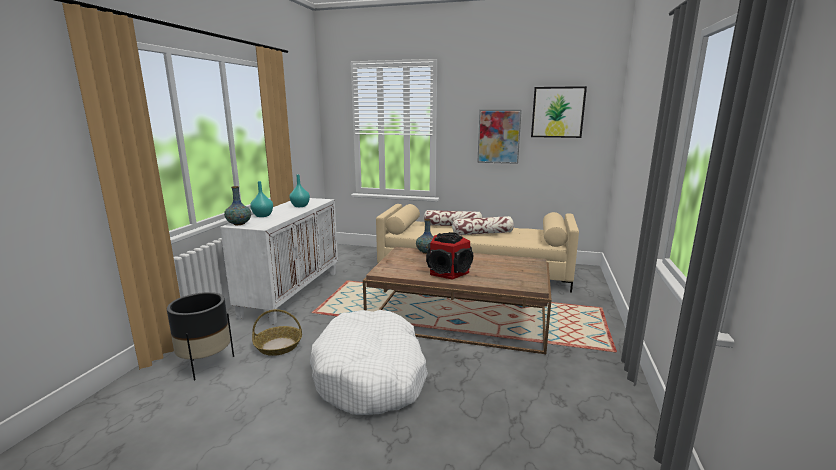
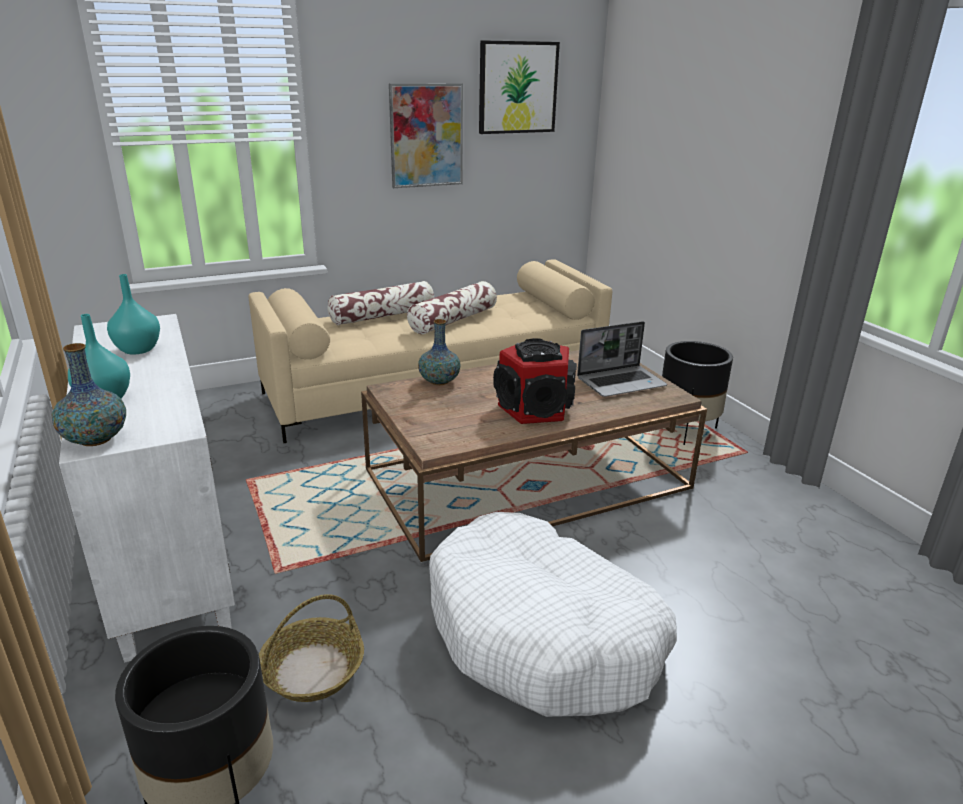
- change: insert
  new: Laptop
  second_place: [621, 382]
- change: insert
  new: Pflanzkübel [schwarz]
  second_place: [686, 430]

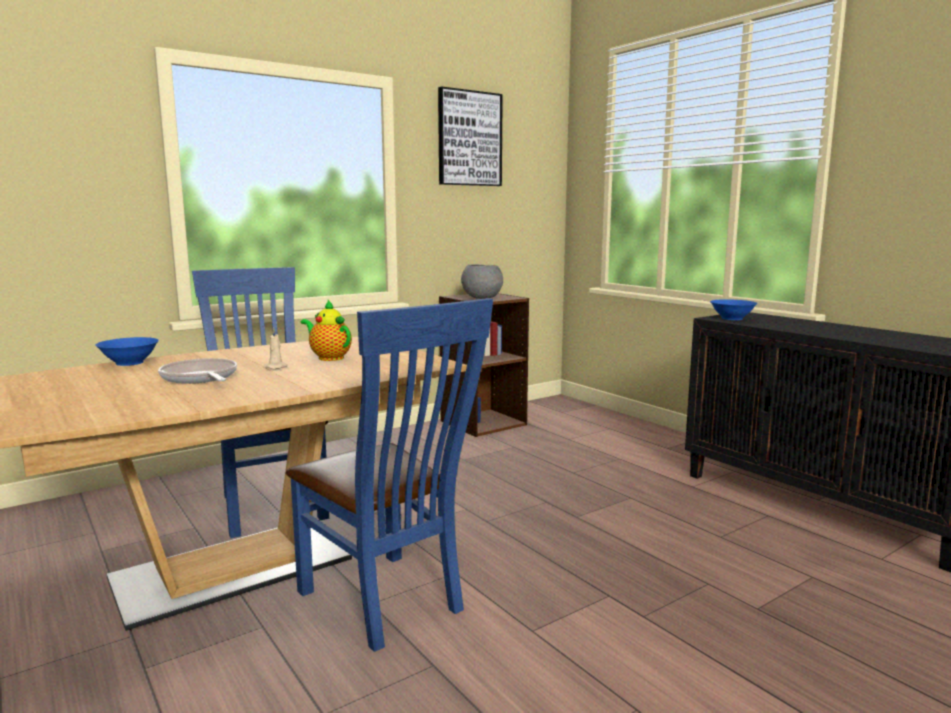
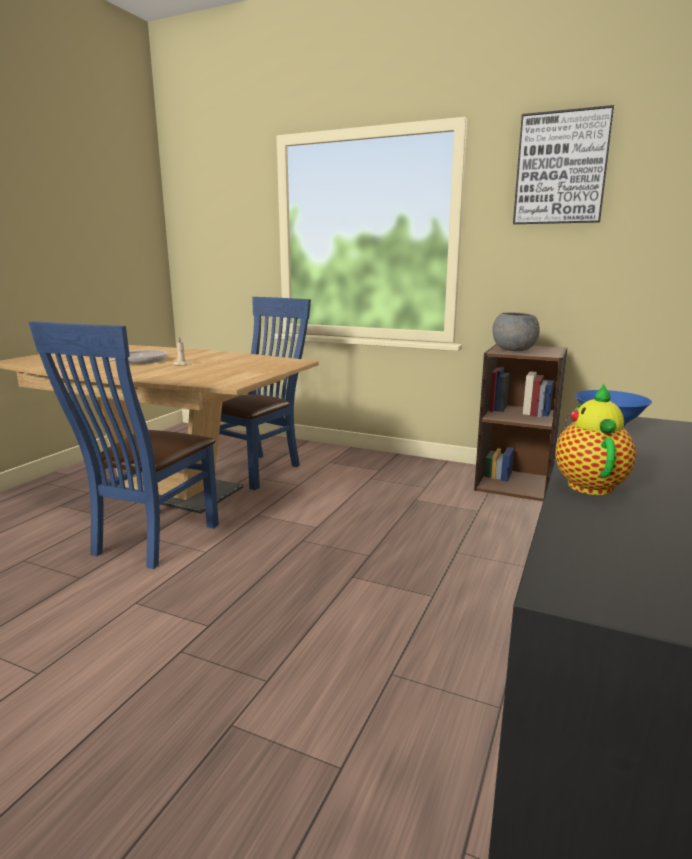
- change: delete
  old: Schüssel [blau]
  first_place: [130, 363]
- change: move
  old: Teekanne
  first_place: [329, 358]
  second_place: [588, 484]

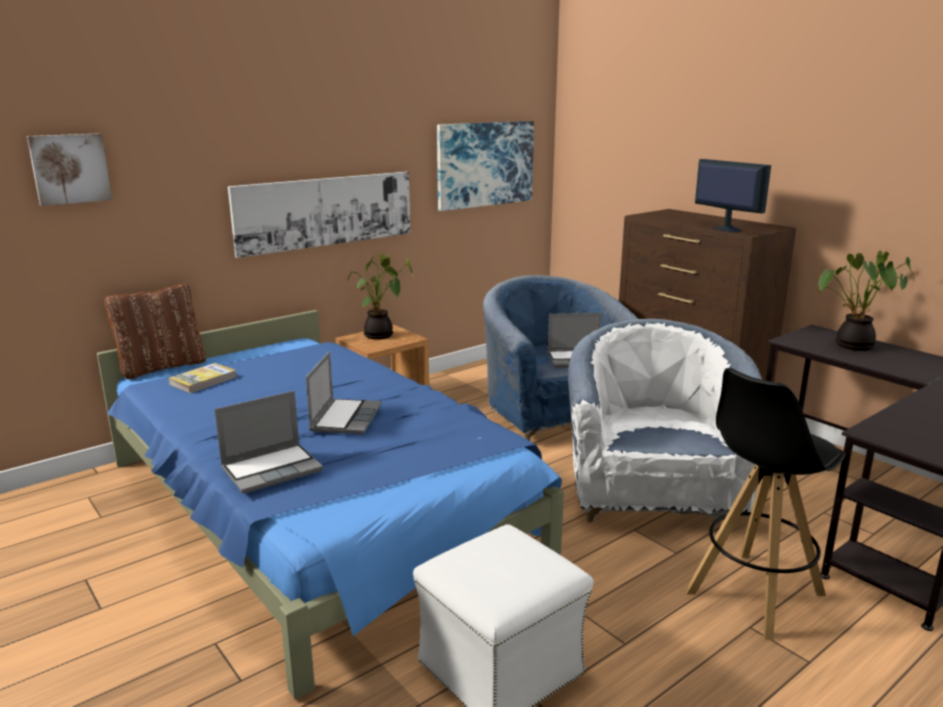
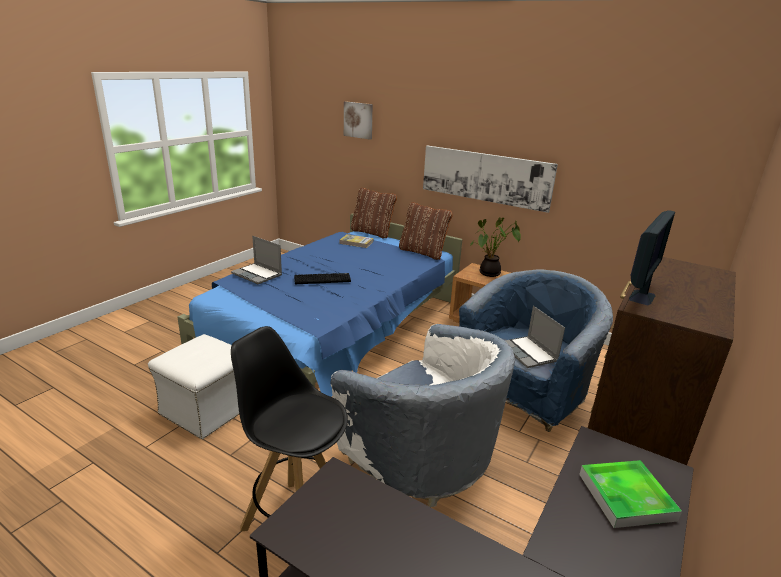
- change: replace
  old: Laptop
  new: Tastatur
  first_place: [345, 418]
  second_place: [323, 279]
- change: delete
  old: Bild
  first_place: [485, 164]
- change: rotate
  old: Sessel [weiß]
  first_place: [652, 495]
  second_place: [421, 458]
  degrees: 60
- change: replace
  old: Topfpflanze
  new: Tablett
  first_place: [852, 346]
  second_place: [626, 497]
- change: insert
  new: Kissen [braun]
  second_place: [423, 252]

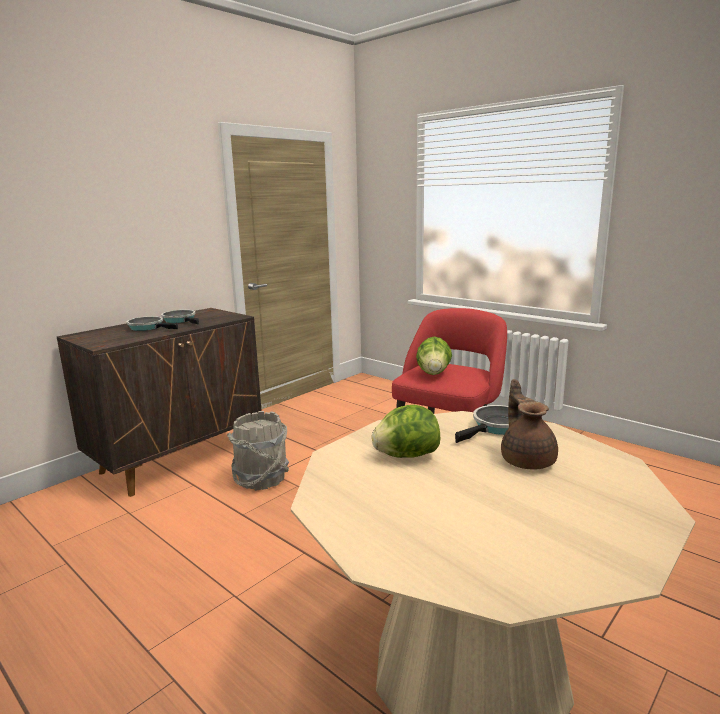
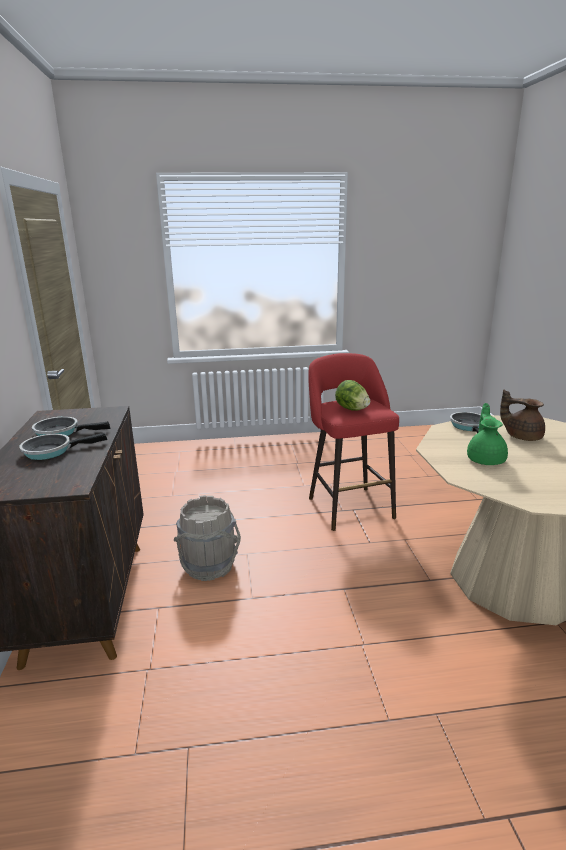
- change: replace
  old: Salatkopf
  new: Teekanne [grün]
  first_place: [406, 456]
  second_place: [485, 459]

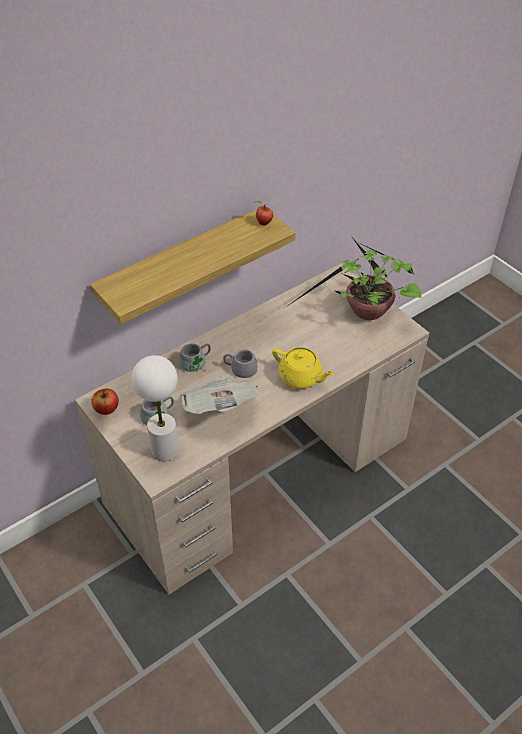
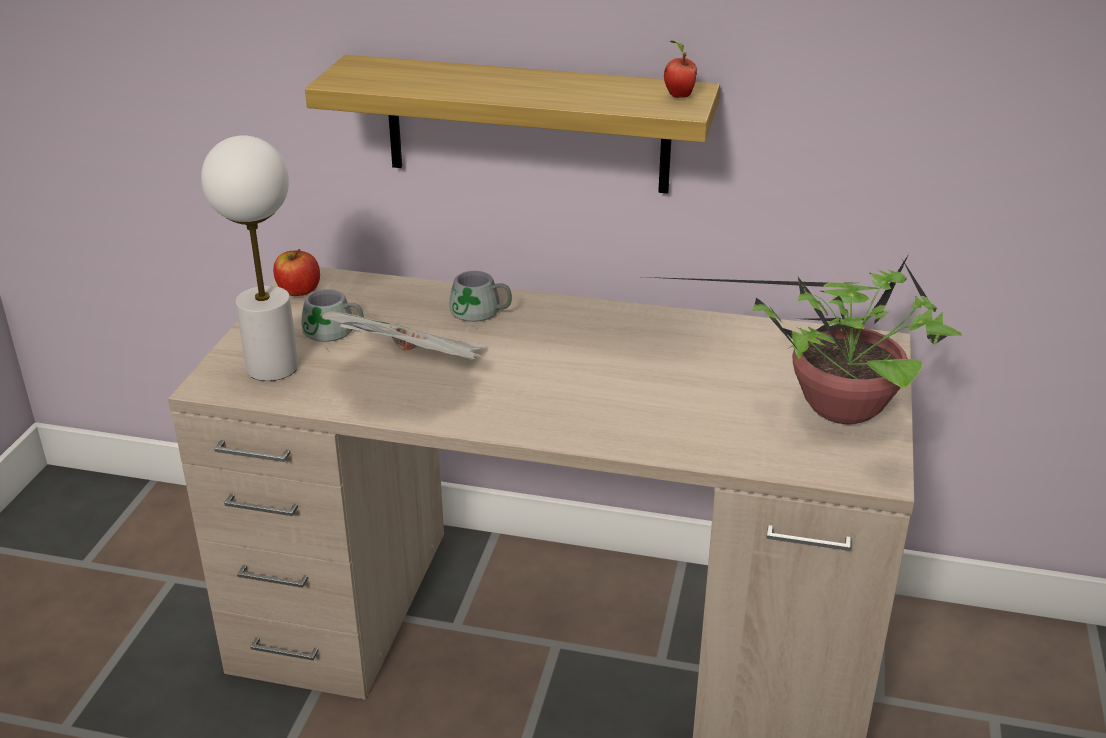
- change: delete
  old: Henkelbecher [grau]
  first_place: [241, 366]
- change: delete
  old: Teekanne [gelb]
  first_place: [301, 377]

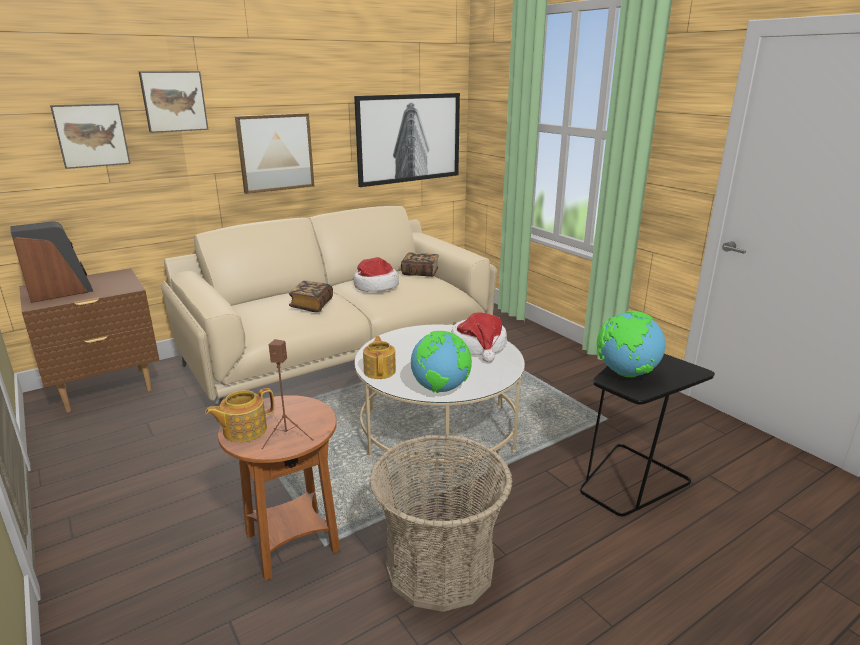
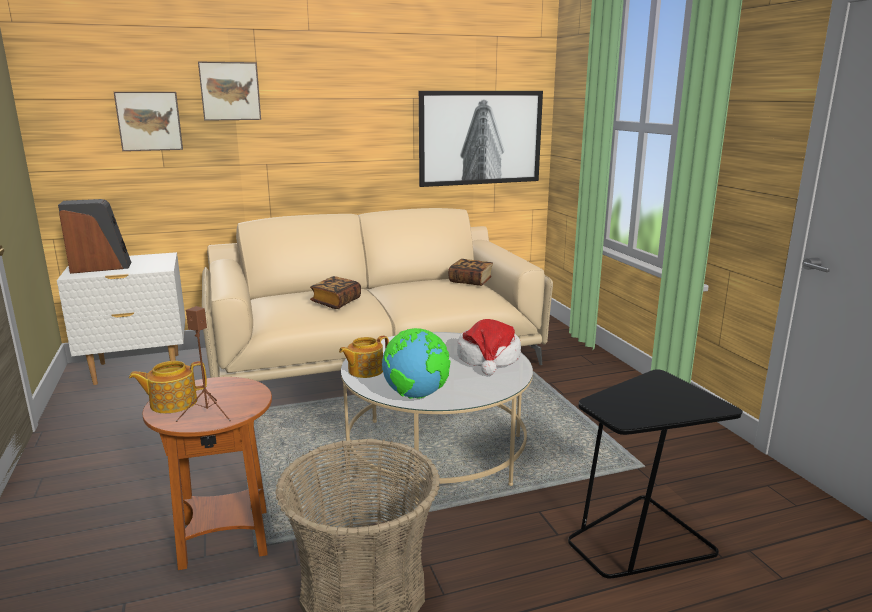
- change: recolor
  old: Nachttisch [braun]
  new: Nachttisch [weiß]
  first_place: [107, 390]
  second_place: [138, 369]
- change: delete
  old: Bild
  first_place: [275, 152]
- change: delete
  old: Hut
  first_place: [375, 286]
- change: rotate
  old: Teekanne
  first_place: [380, 371]
  second_place: [365, 370]
  degrees: -135
- change: delete
  old: Globus
  first_place: [626, 374]

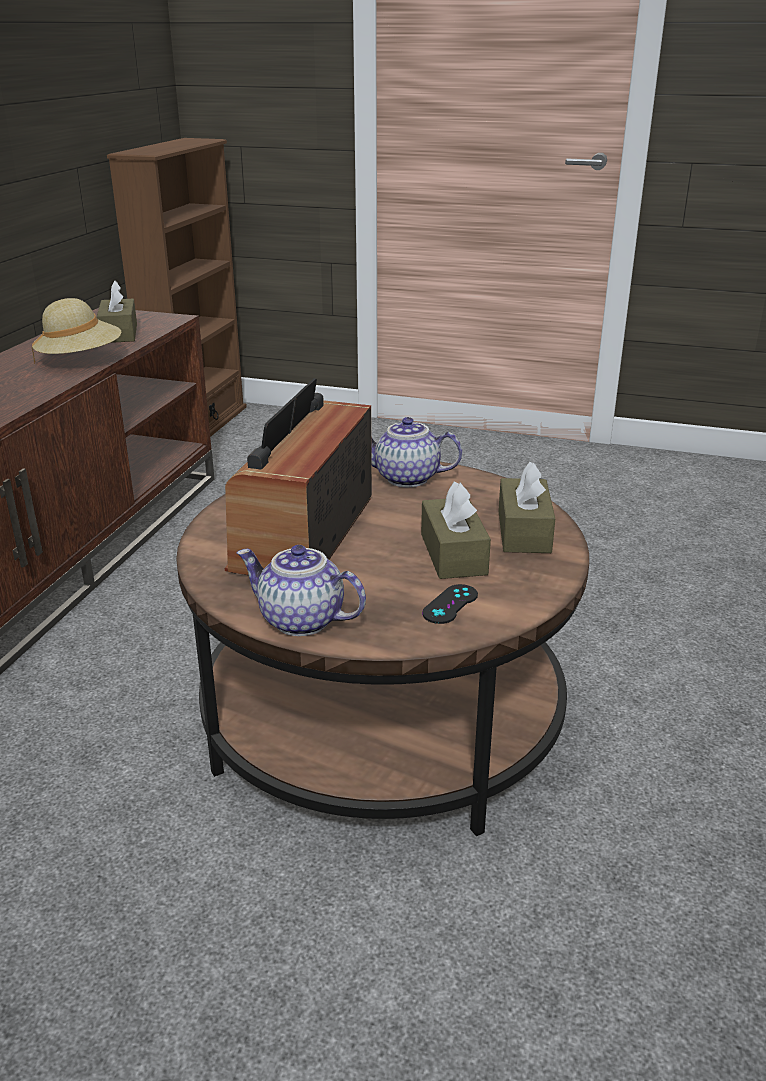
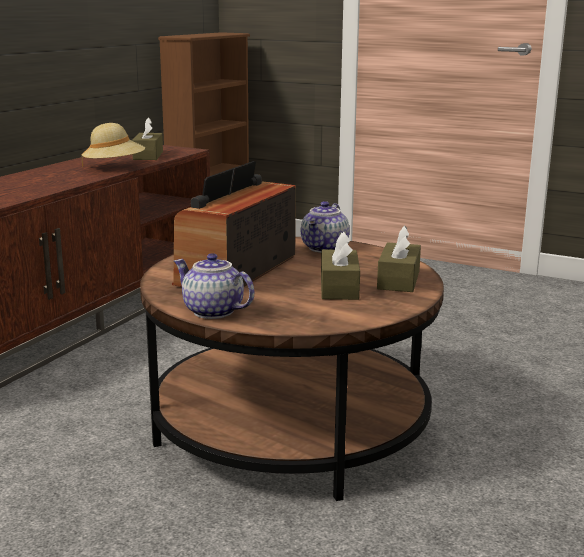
- change: rotate
  old: Teekanne
  first_place: [406, 479]
  second_place: [325, 248]
  degrees: -90
- change: delete
  old: Gamepad [schwarz]
  first_place: [450, 604]

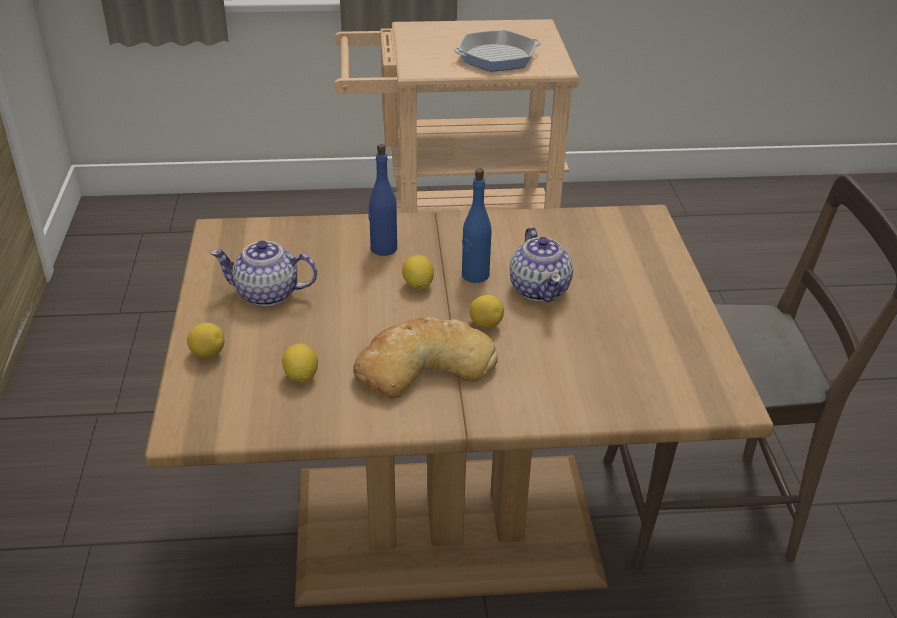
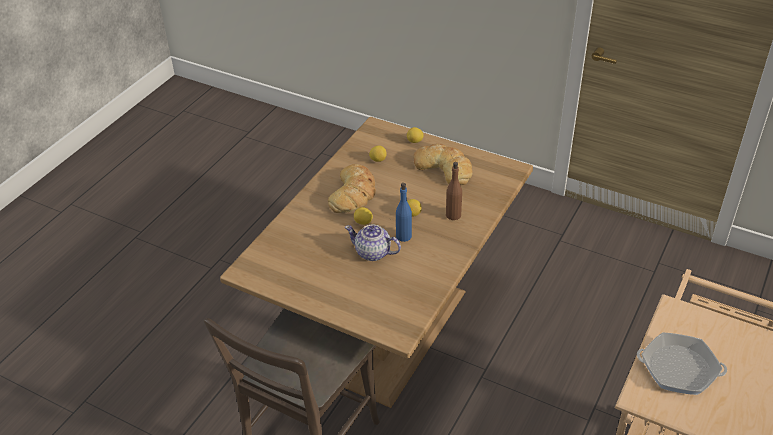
- change: replace
  old: Teekanne
  new: Brot
  first_place: [268, 294]
  second_place: [444, 168]
- change: recolor
  old: Flasche [blau]
  new: Flasche [braun]
  first_place: [383, 248]
  second_place: [453, 215]
- change: rotate
  old: Pfanne
  first_place: [497, 57]
  second_place: [679, 369]
  degrees: 90

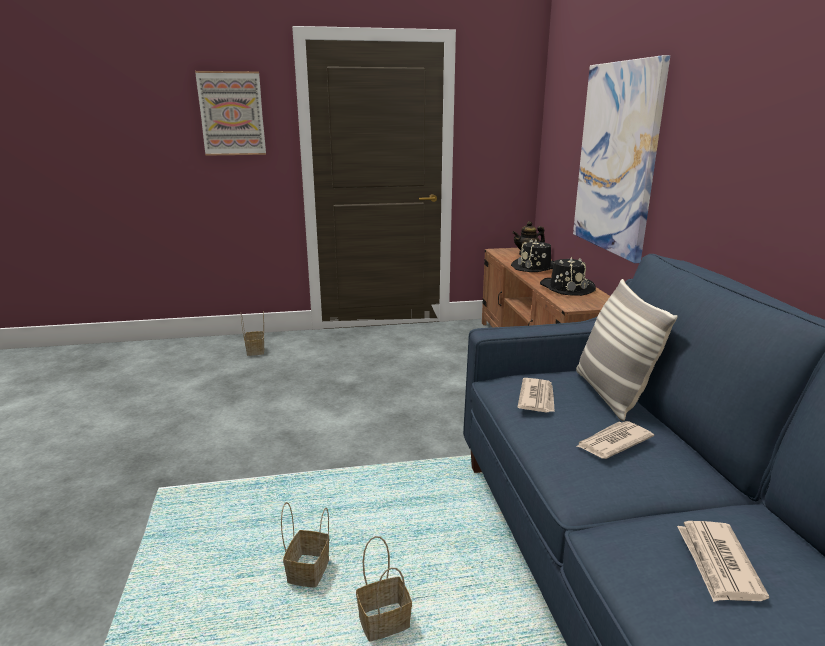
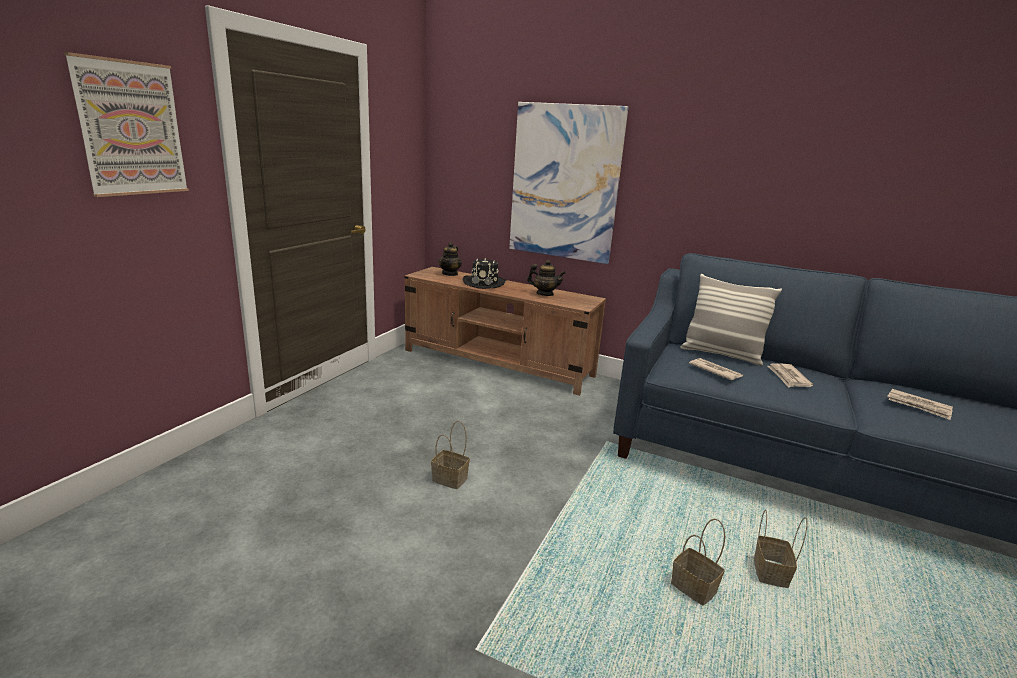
- change: move
  old: Korb
  first_place: [256, 351]
  second_place: [451, 479]
- change: replace
  old: Hut [schwarz]
  new: Teekanne
  first_place: [566, 288]
  second_place: [545, 294]

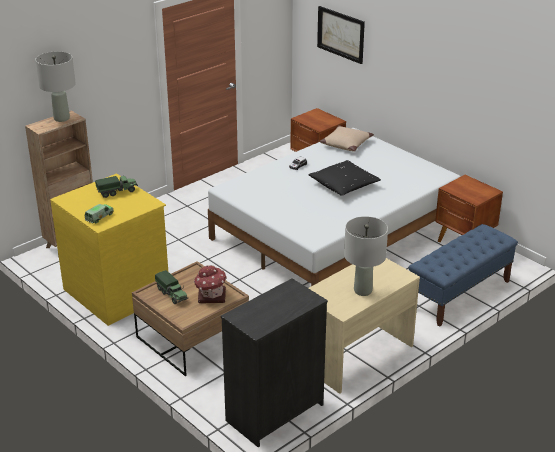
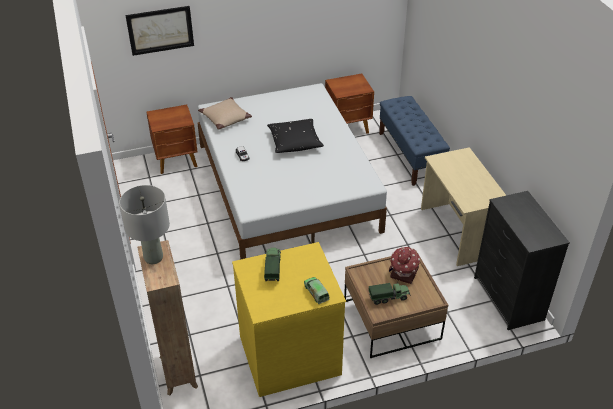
- change: delete
  old: Tischlampe [grau]
  first_place: [363, 290]

